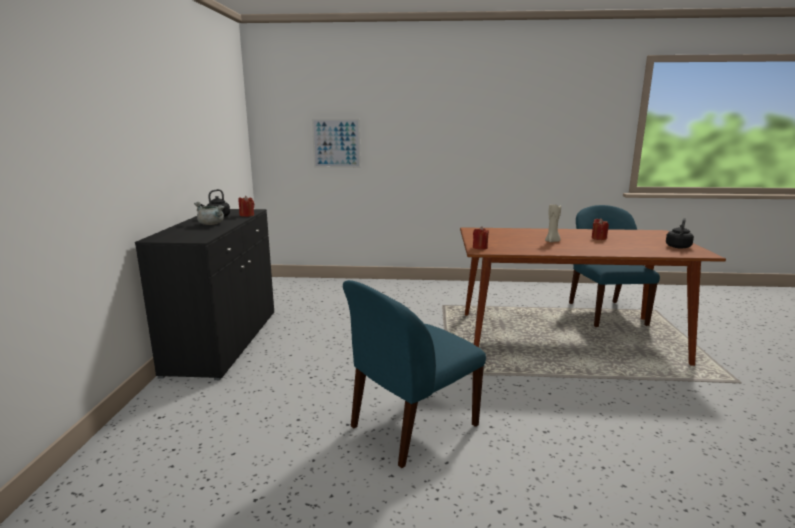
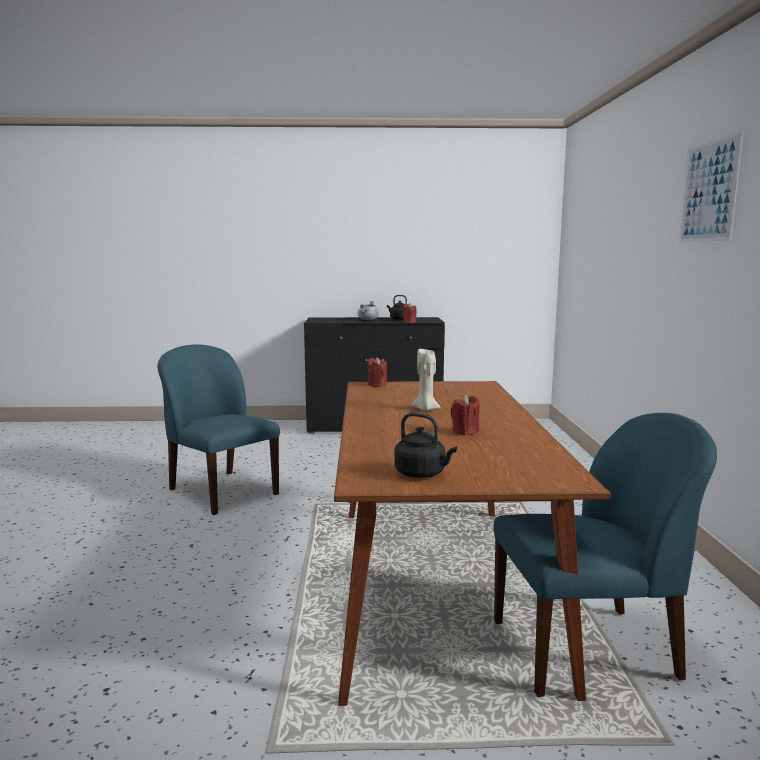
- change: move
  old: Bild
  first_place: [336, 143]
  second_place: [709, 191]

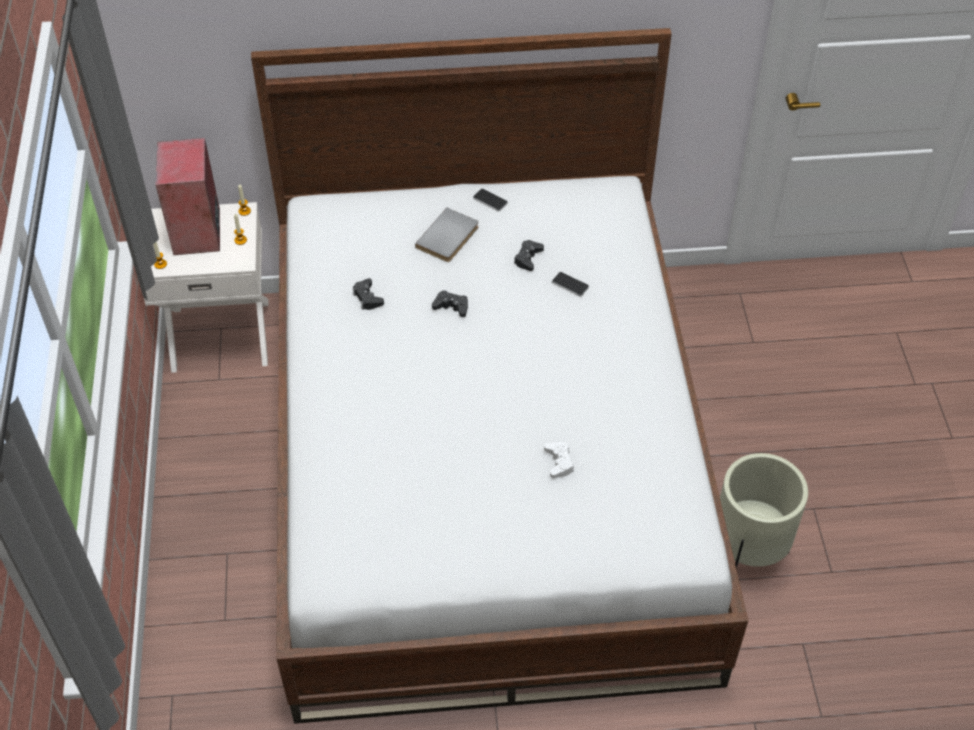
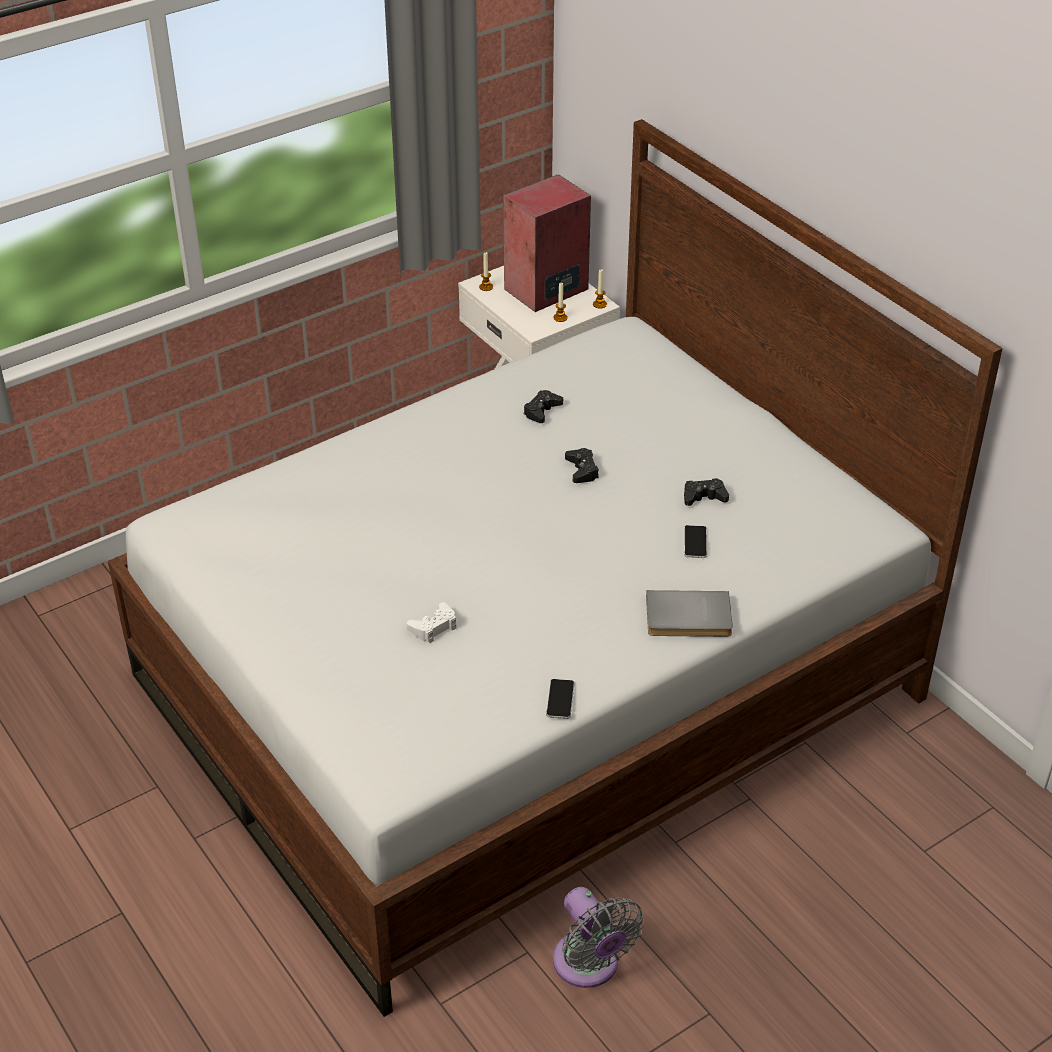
- change: move
  old: Buch [grau]
  first_place: [449, 238]
  second_place: [688, 618]
- change: move
  old: Handy
  first_place: [490, 200]
  second_place: [560, 699]
- change: replace
  old: Pflanzkübel [beige]
  new: Ventilator [grau]
  first_place: [747, 552]
  second_place: [589, 966]

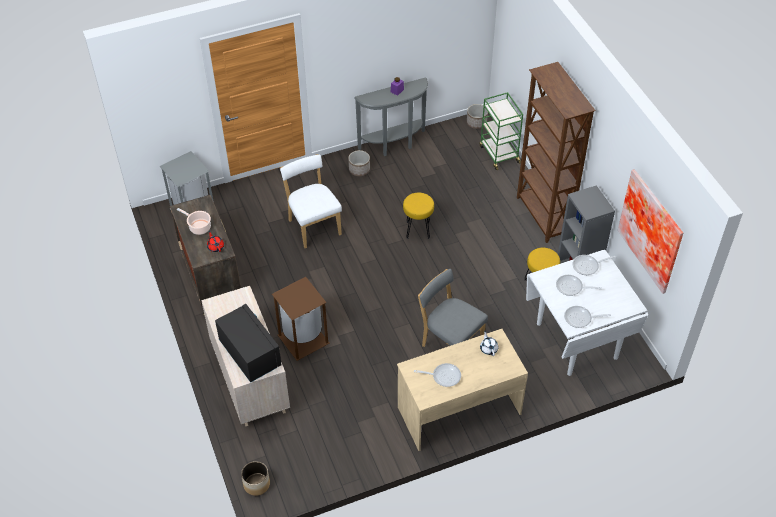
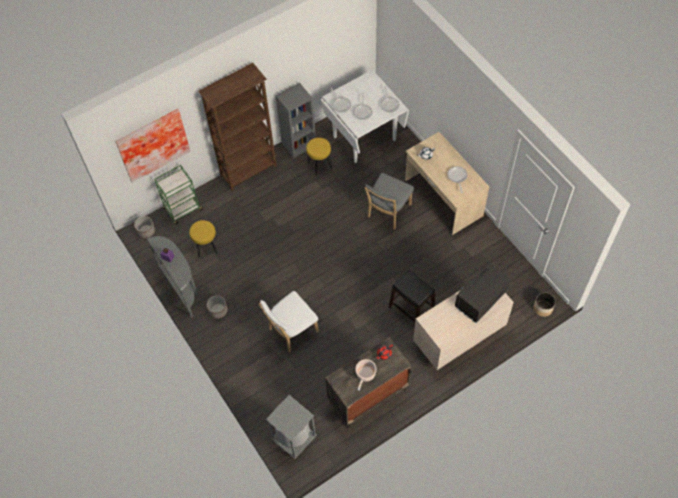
- change: replace
  old: Mülleimer [braun]
  new: Hocker [schwarz]
  first_place: [303, 340]
  second_place: [411, 309]
- change: move
  old: Hocker [gelb]
  first_place: [417, 229]
  second_place: [206, 247]
- change: move
  old: Bild
  first_place: [653, 230]
  second_place: [152, 143]

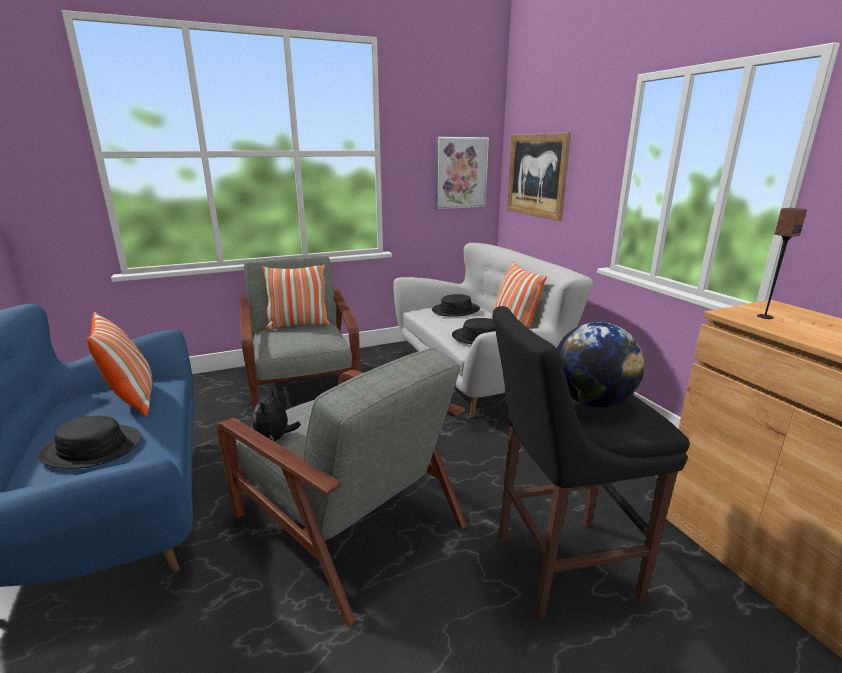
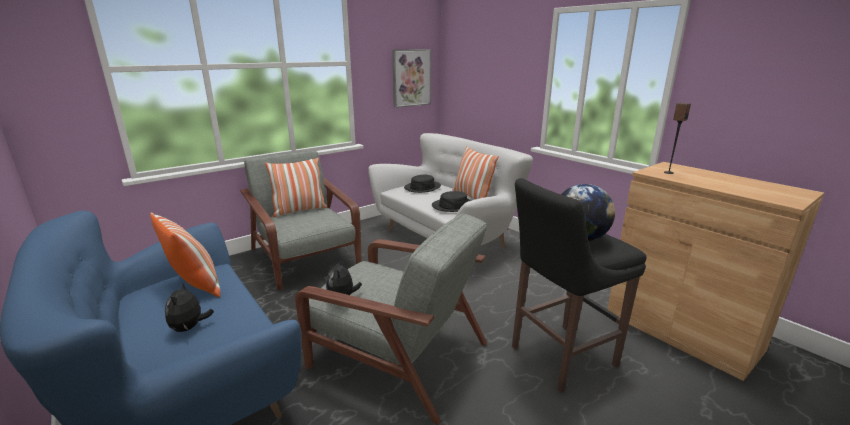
- change: replace
  old: Hut [schwarz]
  new: Plüschtier
  first_place: [92, 448]
  second_place: [189, 328]
- change: delete
  old: Bild
  first_place: [536, 175]

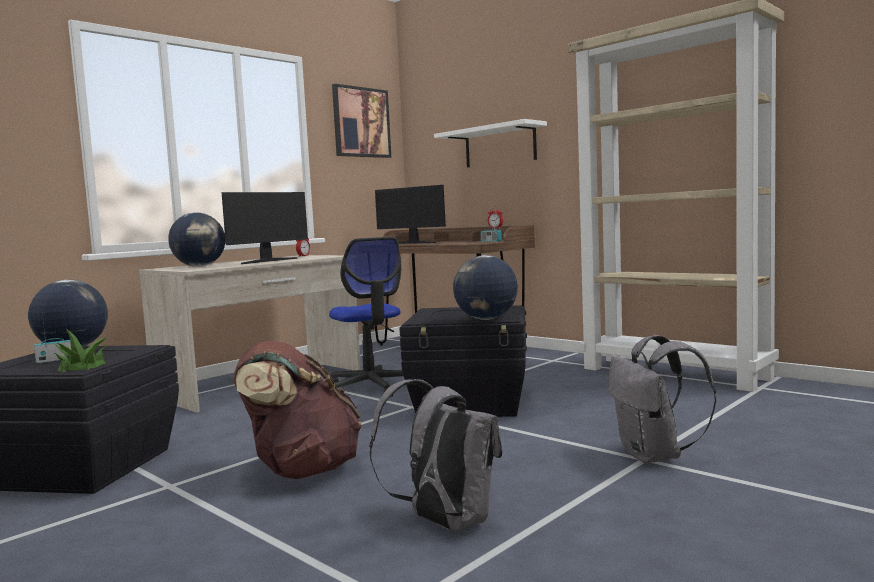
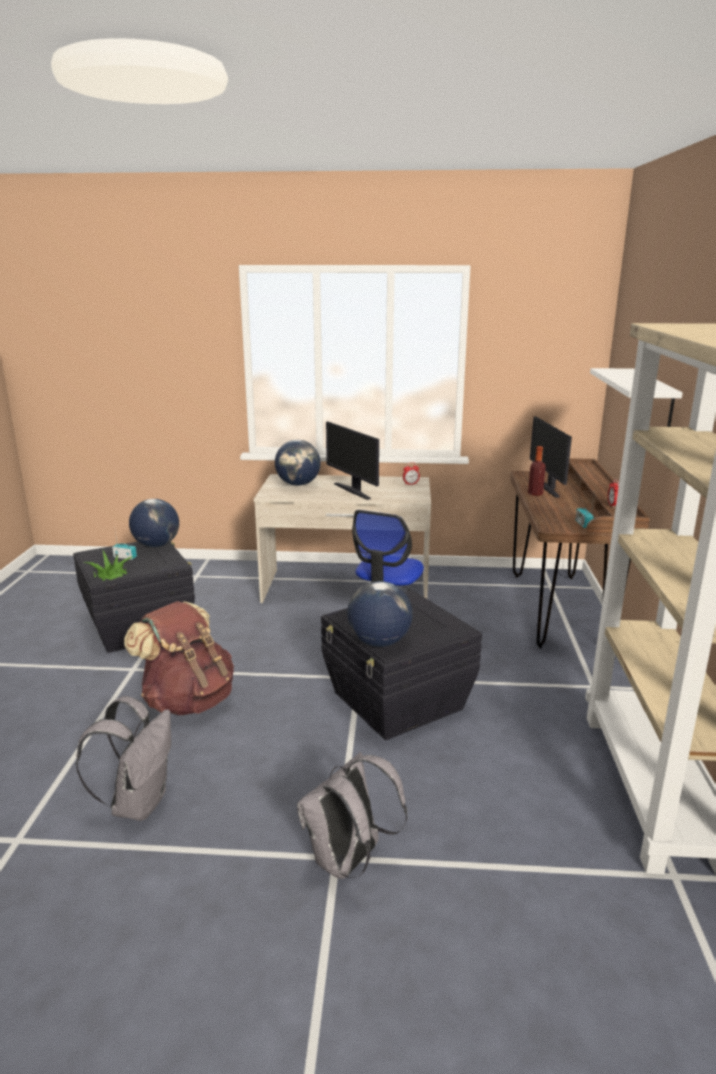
- change: rotate
  old: Monitor
  first_place: [268, 261]
  second_place: [353, 491]
  degrees: 60
- change: delete
  old: Bild
  first_place: [361, 122]
- change: insert
  new: Flasche
  second_place: [535, 493]

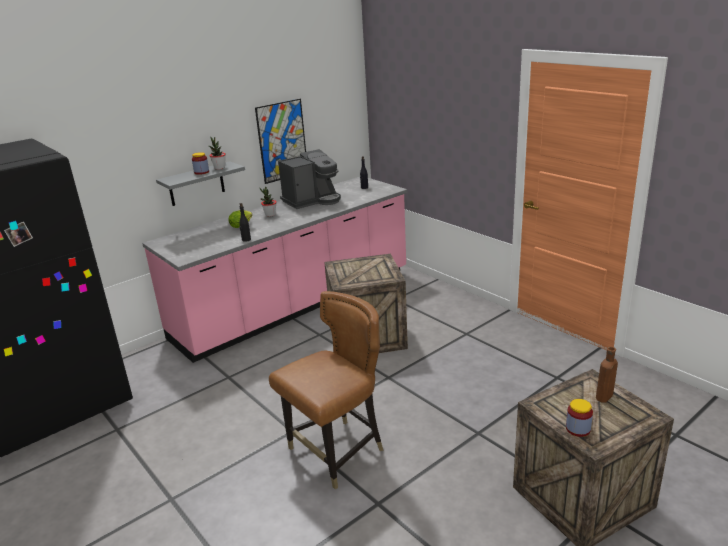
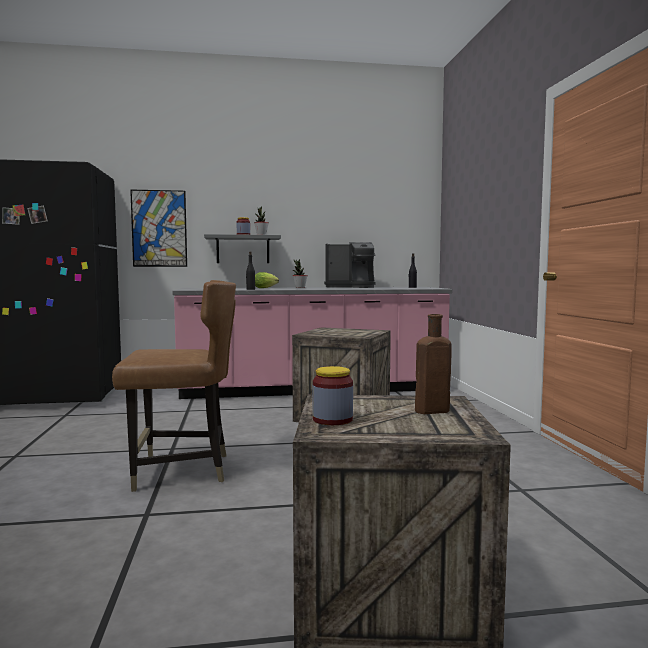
- change: move
  old: Bild
  first_place: [282, 141]
  second_place: [159, 228]

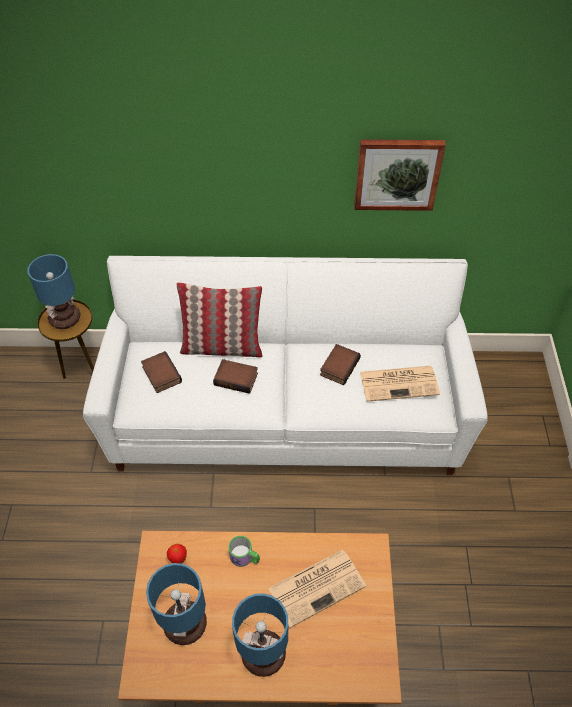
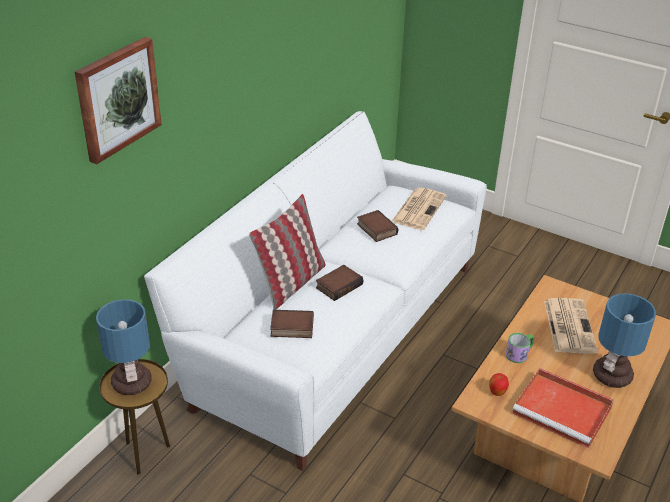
- change: replace
  old: Tischlampe
  new: Tablett [rot]
  first_place: [186, 626]
  second_place: [564, 410]
- change: move
  old: Bild
  first_place: [397, 173]
  second_place: [117, 98]

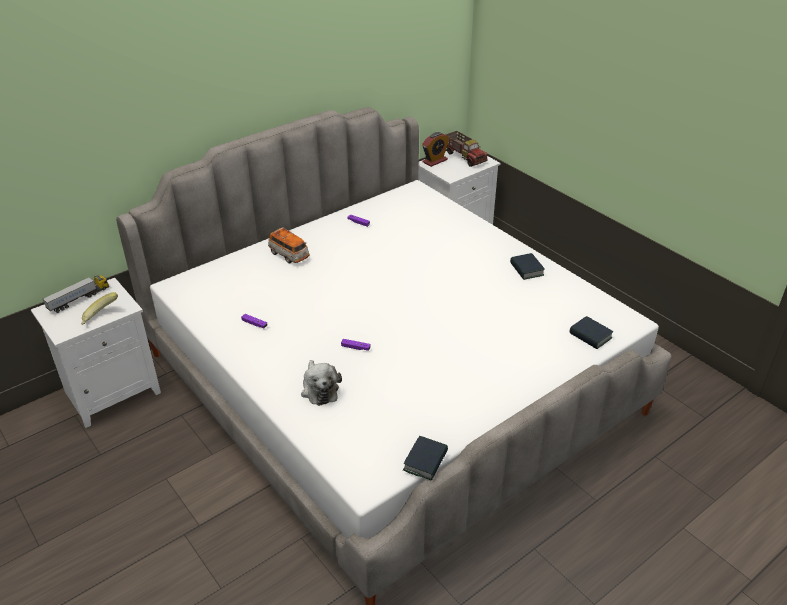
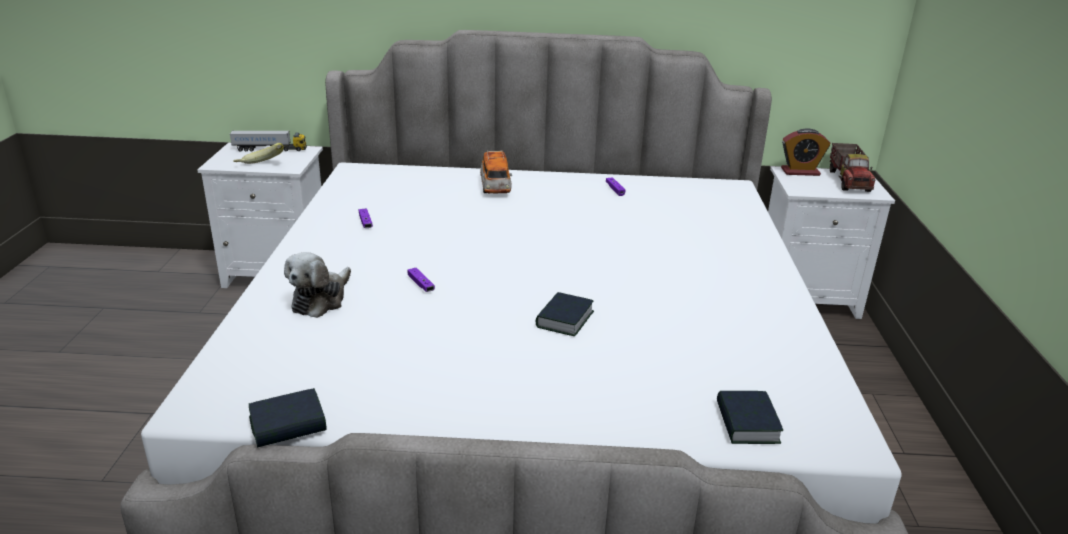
- change: move
  old: Buch
  first_place: [526, 269]
  second_place: [564, 319]

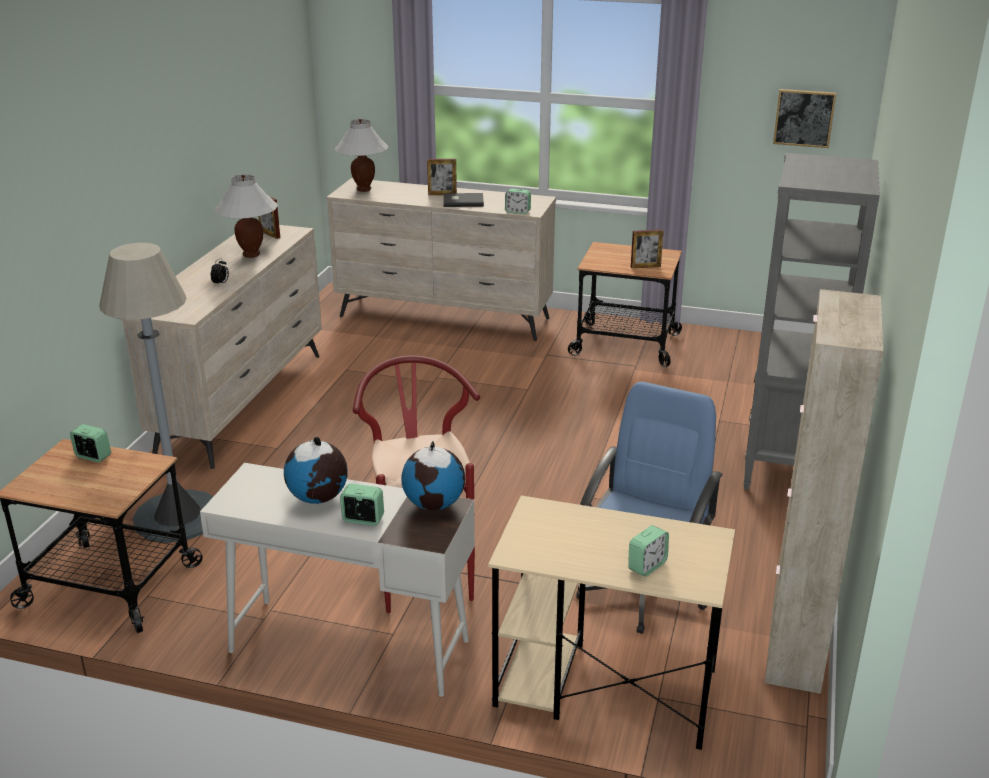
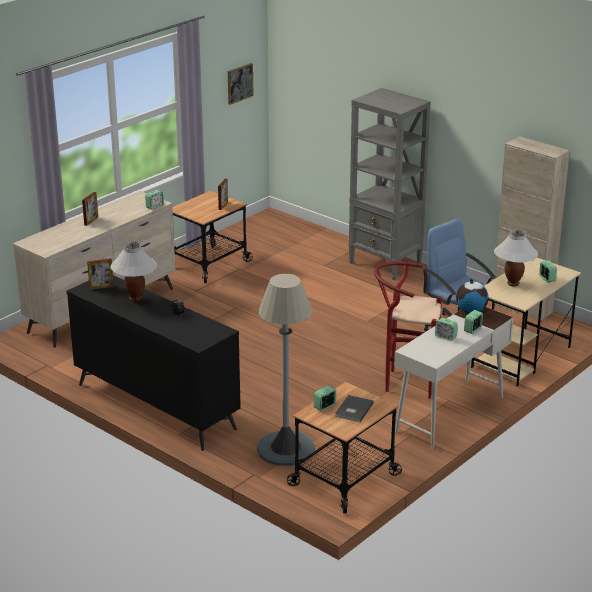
- change: recolor
  old: Kommode [beige]
  new: Kommode [schwarz]
  first_place: [243, 403]
  second_place: [155, 406]
- change: replace
  old: Globus
  new: Wecker
  first_place: [318, 498]
  second_place: [445, 337]
- change: move
  old: Tischlampe [weiß]
  first_place: [363, 189]
  second_place: [513, 284]
- change: move
  old: Buch [grau]
  first_place: [462, 201]
  second_place: [353, 410]

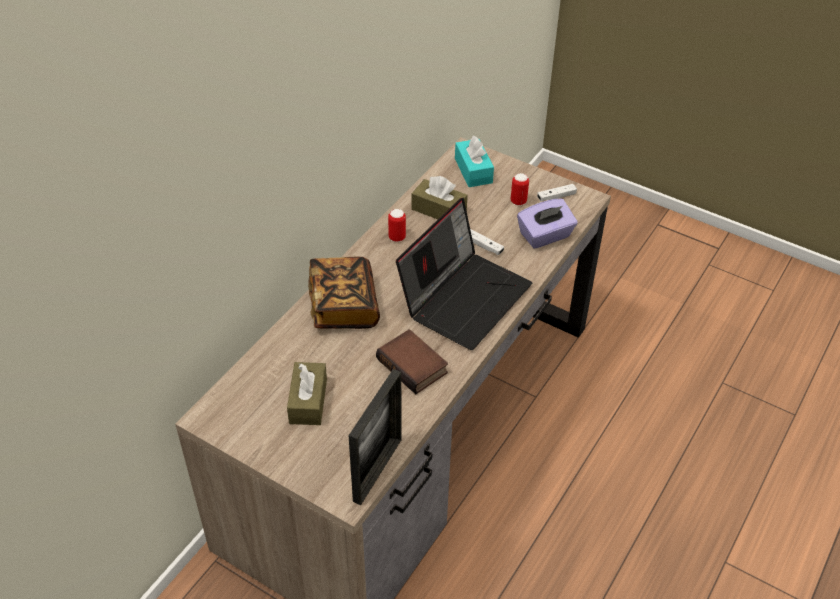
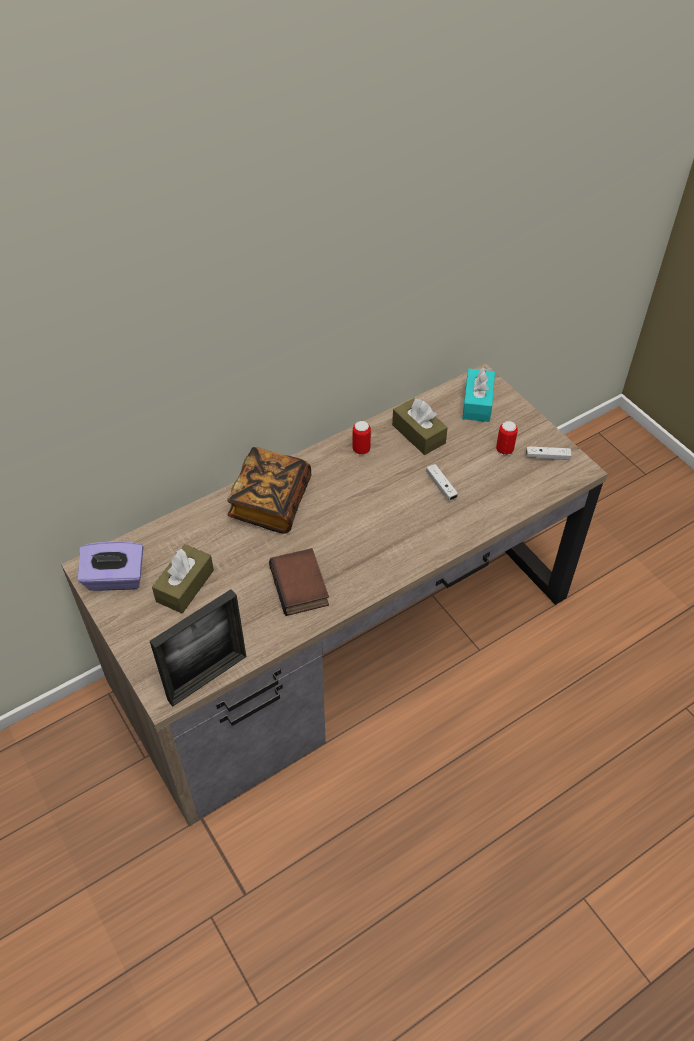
- change: delete
  old: Laptop
  first_place: [464, 297]
- change: move
  old: Taschentuchbox [lila]
  first_place: [545, 236]
  second_place: [115, 579]

